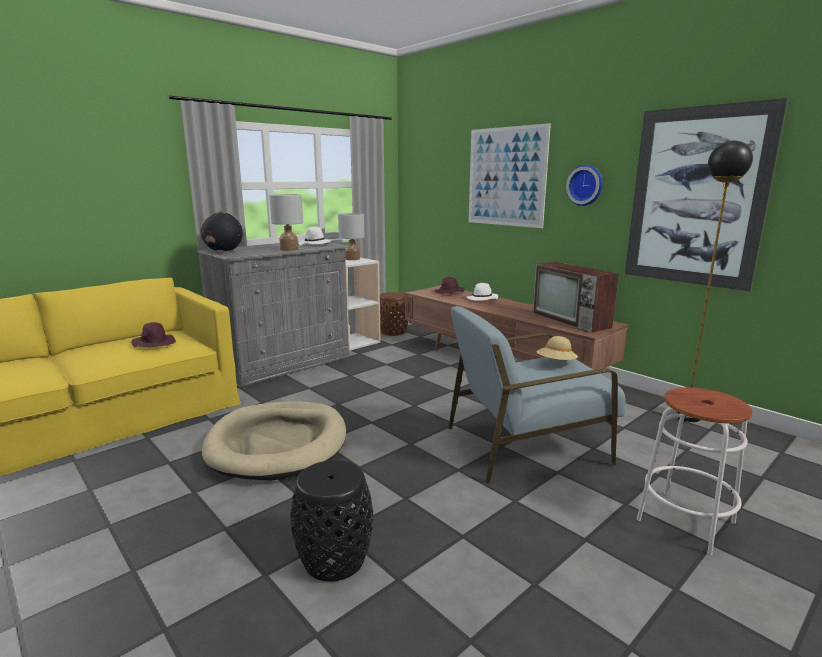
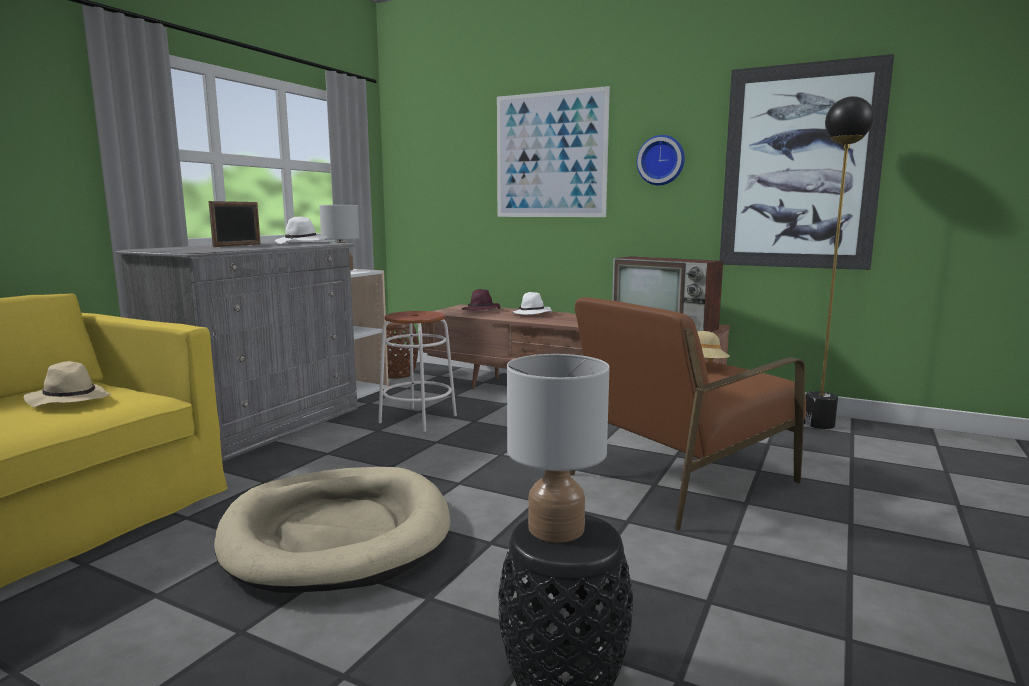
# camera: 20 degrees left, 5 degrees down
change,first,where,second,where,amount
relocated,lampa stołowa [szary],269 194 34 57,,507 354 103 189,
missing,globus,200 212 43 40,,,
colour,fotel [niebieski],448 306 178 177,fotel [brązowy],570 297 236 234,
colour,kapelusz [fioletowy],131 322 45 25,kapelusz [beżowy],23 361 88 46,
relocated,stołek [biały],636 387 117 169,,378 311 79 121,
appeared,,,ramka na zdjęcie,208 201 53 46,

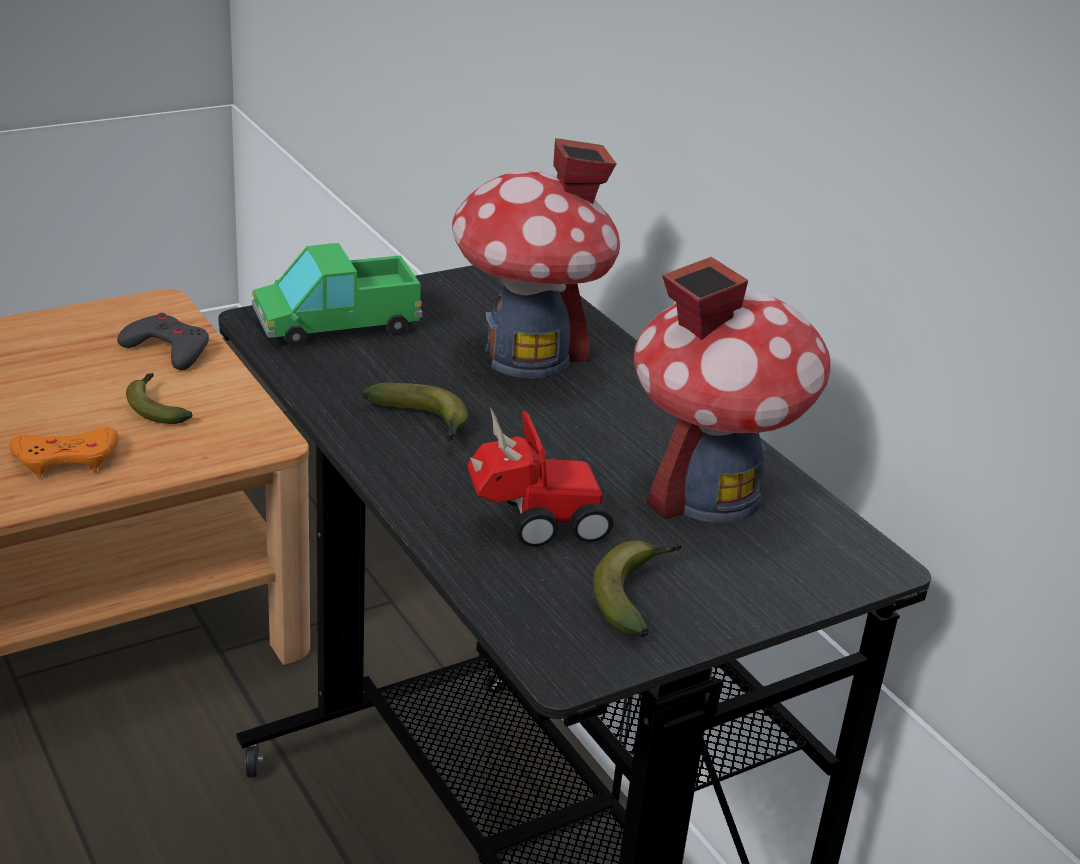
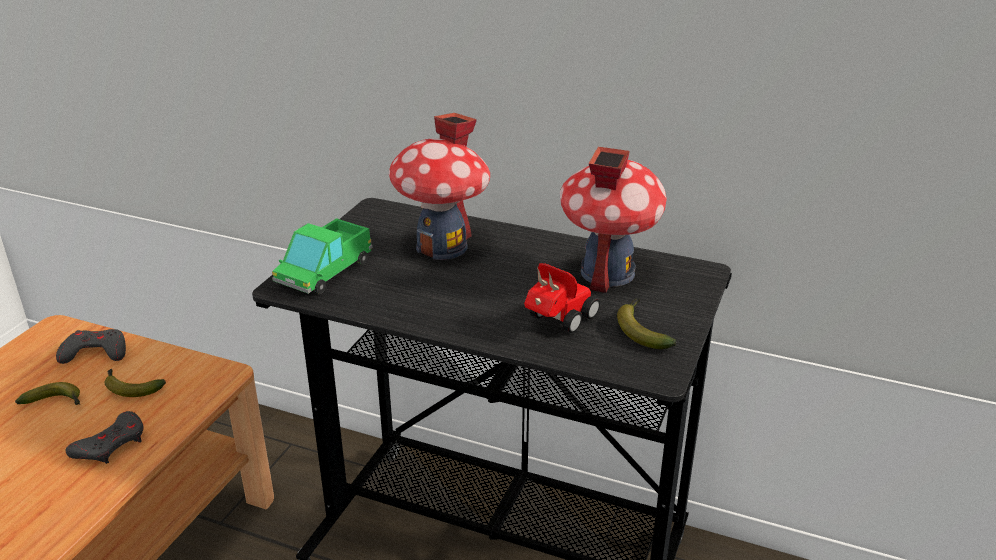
# camera: 35 degrees left, 0 degrees up
change,first,where,second,where,amount
relocated,banan,361 383 107 59,,15 382 65 23,
colour,pad do gier [pomarańczowy],10 427 109 51,pad do gier [szary],65 411 79 53,

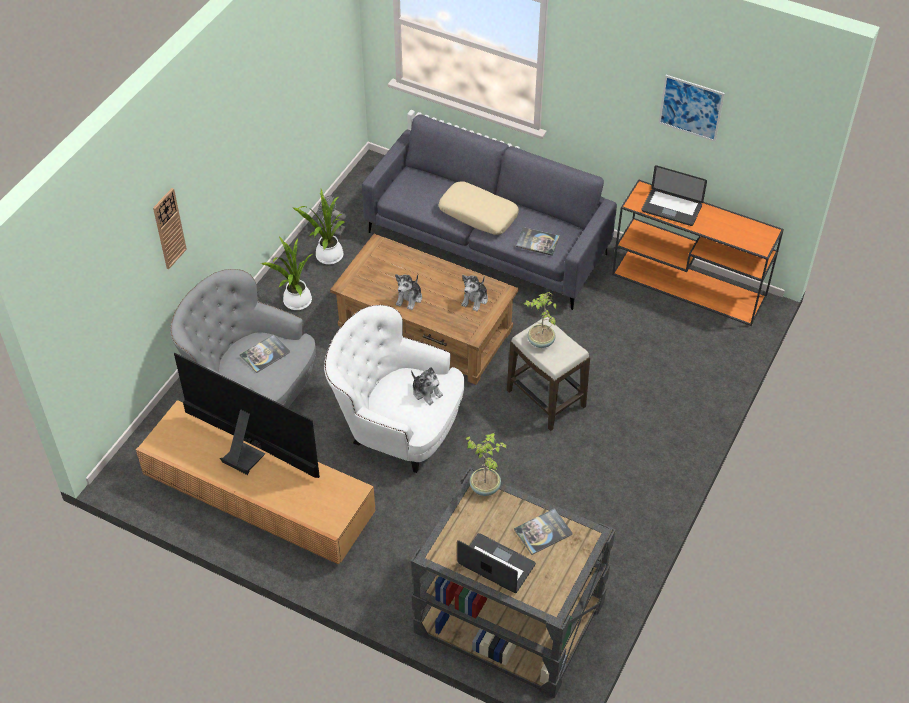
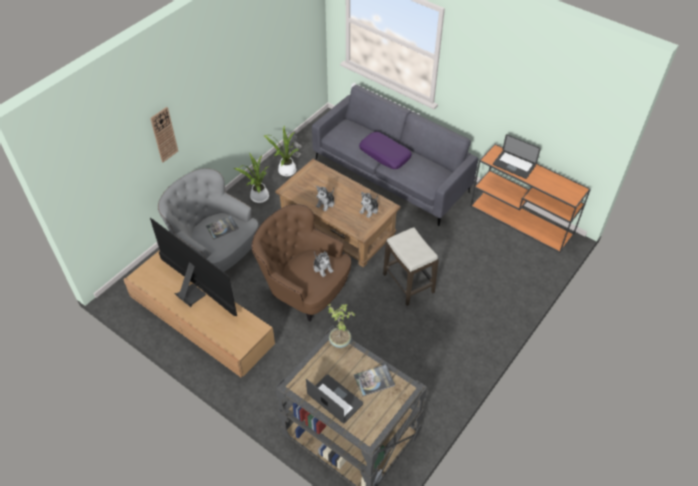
# camera: 10 degrees right, 0 degrees up
change,first,where,second,where,amount
missing,obraz,659 75 66 67,,,
colour,poduszka [beżowy],439 181 80 54,poduszka [fioletowy],359 132 53 37,
missing,książka,516 227 44 29,,,
missing,roślina doniczkowa,524 292 33 56,,,
colour,fotel [biały],324 305 140 168,fotel [brązowy],252 204 99 117,

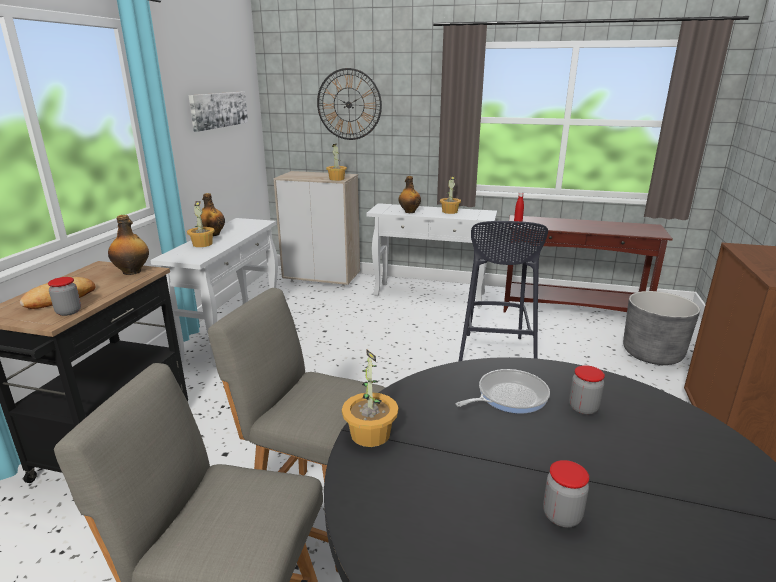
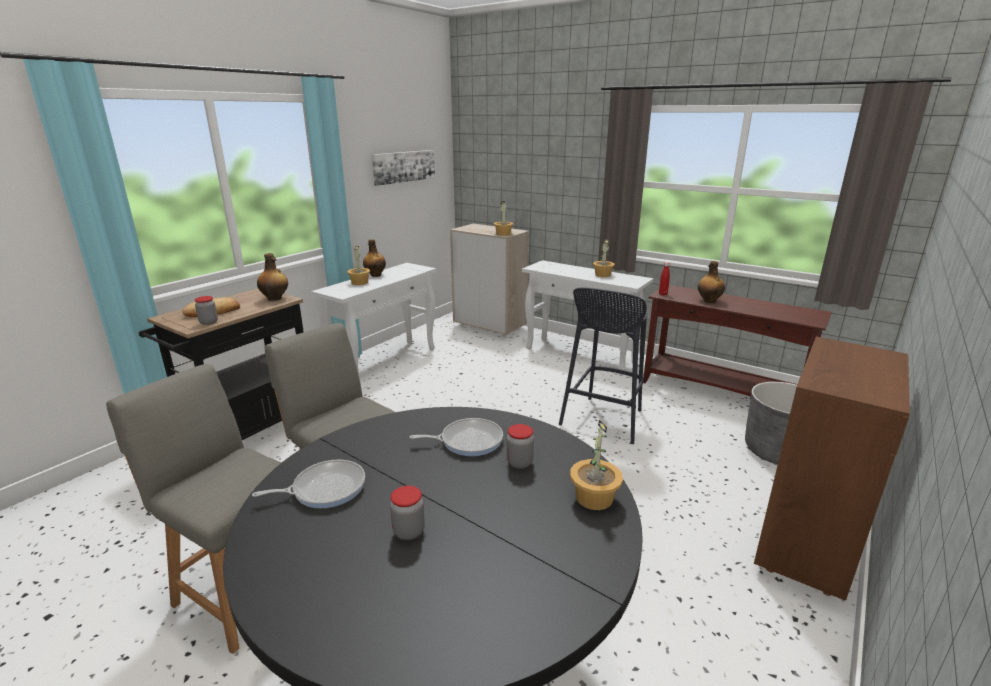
# camera: 20 degrees right, 0 degrees up
change,first,where,second,where,amount
missing,zegar ścienny,317 68 65 72,,,
relocated,butelka,399 176 22 37,,697 261 28 42,
relocated,roślina doniczkowa,342 349 56 98,,570 420 53 90,
appeared,,,patelnia,252 460 113 48,

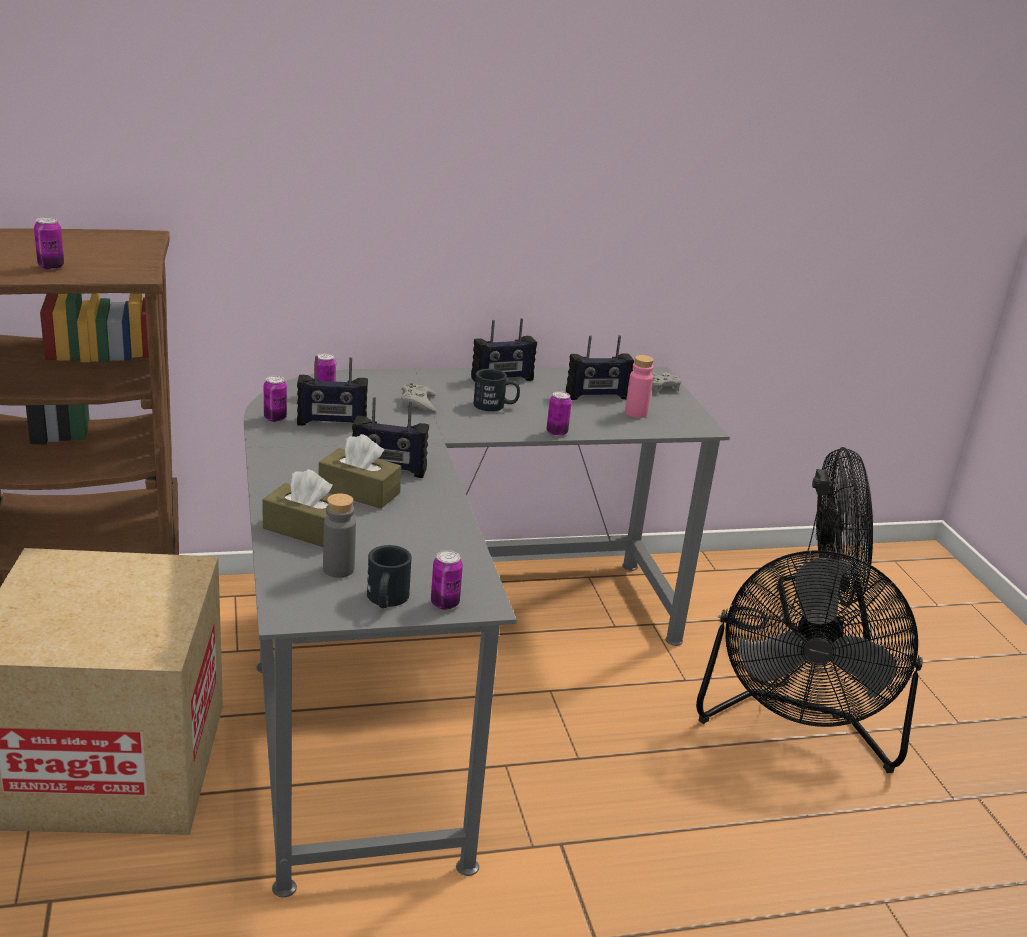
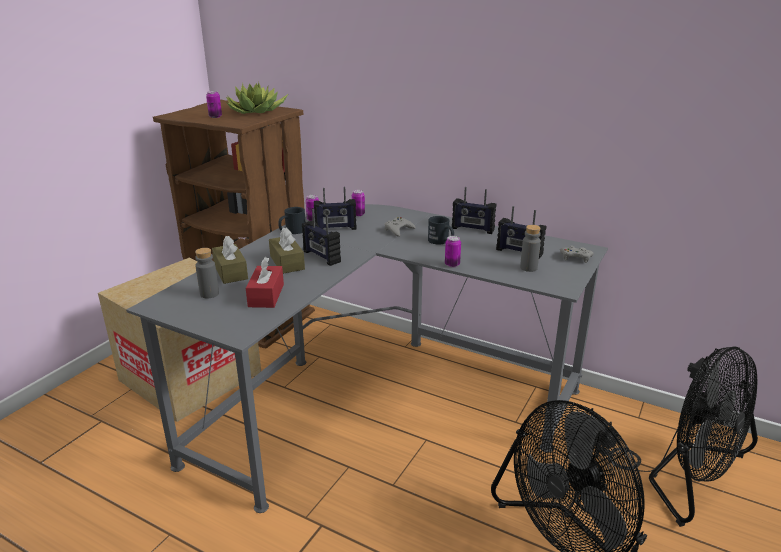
# camera: 45 degrees right, 0 degrees up
change,first,where,second,where,amount
spun,radio,297 355 71 71,,314 187 43 43,45 degrees counterclockwise
colour,butelka [różowy],625 355 29 63,butelka [szary],520 225 21 47,
relocated,kubek [czarny],367 545 45 63,,278 207 27 27,
missing,puszka,431 550 32 60,,,
appeared,,,roślina doniczkowa,226 82 62 32,
appeared,,,pudełko chusteczek [czerwony],246 257 38 51,

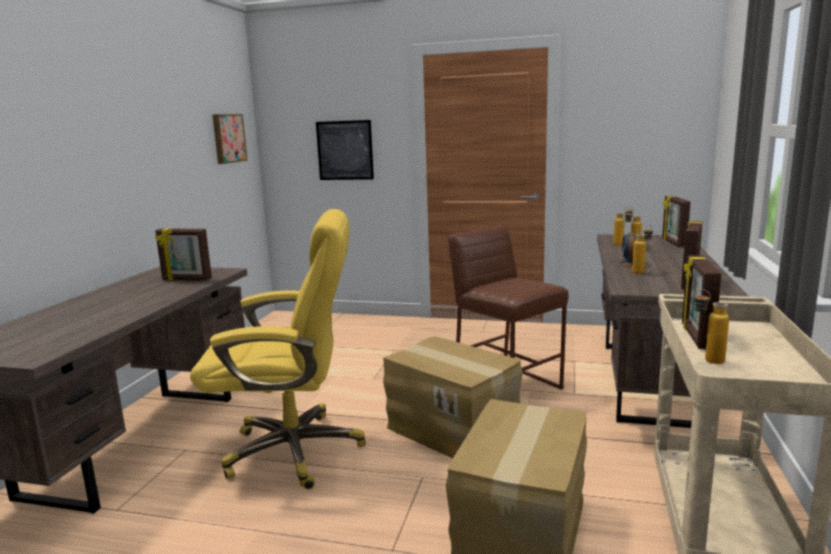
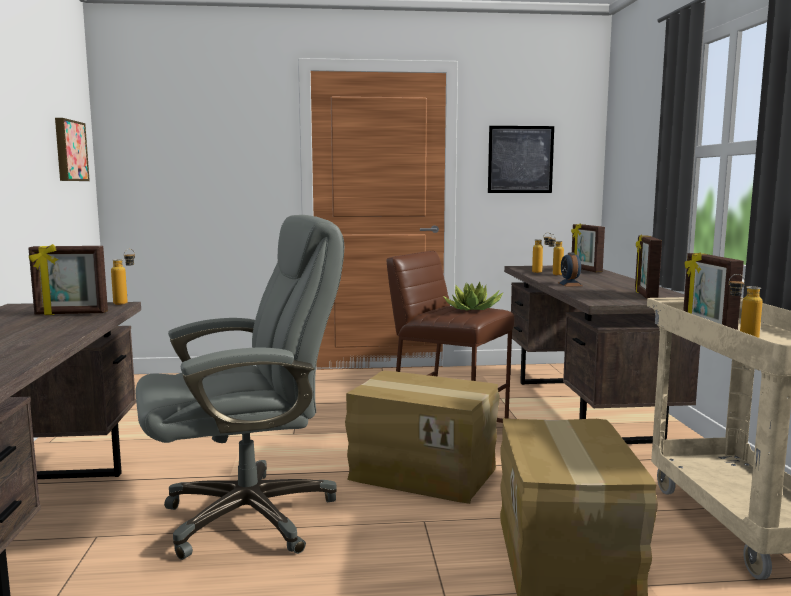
# camera: 20 degrees left, 5 degrees down
change,first,where,second,where,amount
relocated,obraz,316 120 58 60,,488 126 66 67,
colour,krzesło biurowe [żółty],190 209 175 280,krzesło biurowe [szary],136 215 208 345,
relocated,butelka,632 225 21 49,,111 249 24 56,
appeared,,,roślina doniczkowa,443 282 61 29,

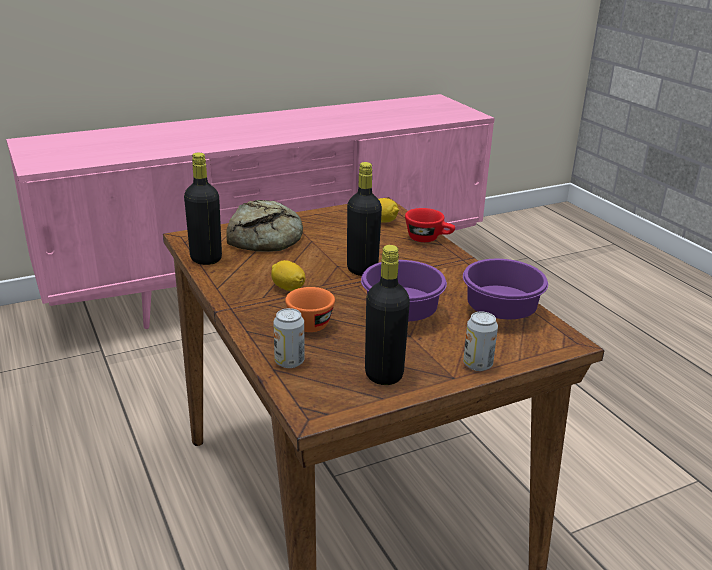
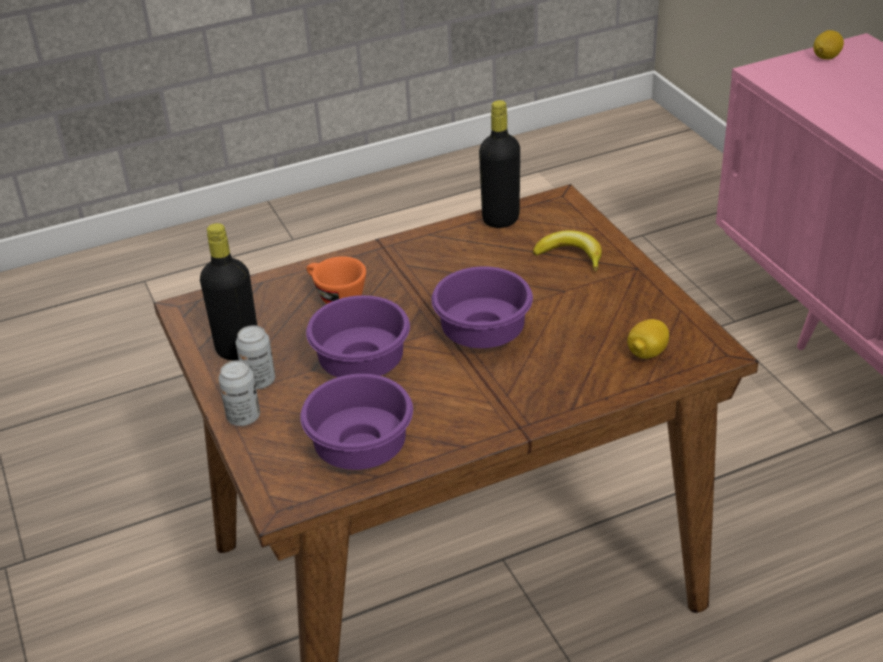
# camera: 95 degrees right, 10 degrees up
change,first,where,second,where,amount
exchanged,butelka [czarny],347 162 35 114,miska [fioletowy],431 266 102 82,
exchanged,chleb,226 200 77 52,banan,533 230 69 42,
missing,filiżanka [czerwony],405 208 50 34,,,
relocated,cytryna,271 260 34 31,,814 30 30 30,
relocated,puszka,274 308 31 60,,236 325 39 64,

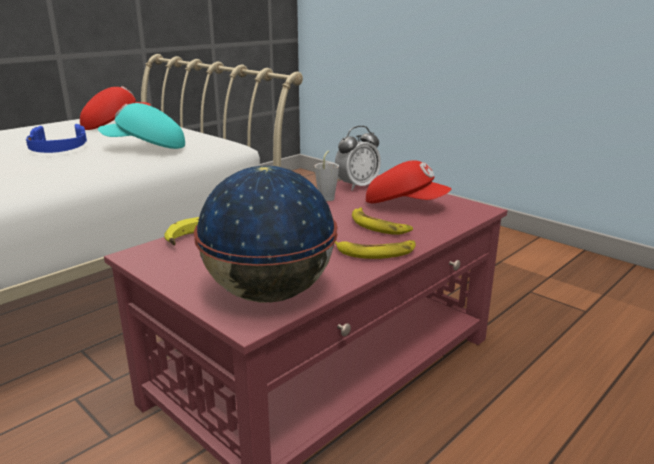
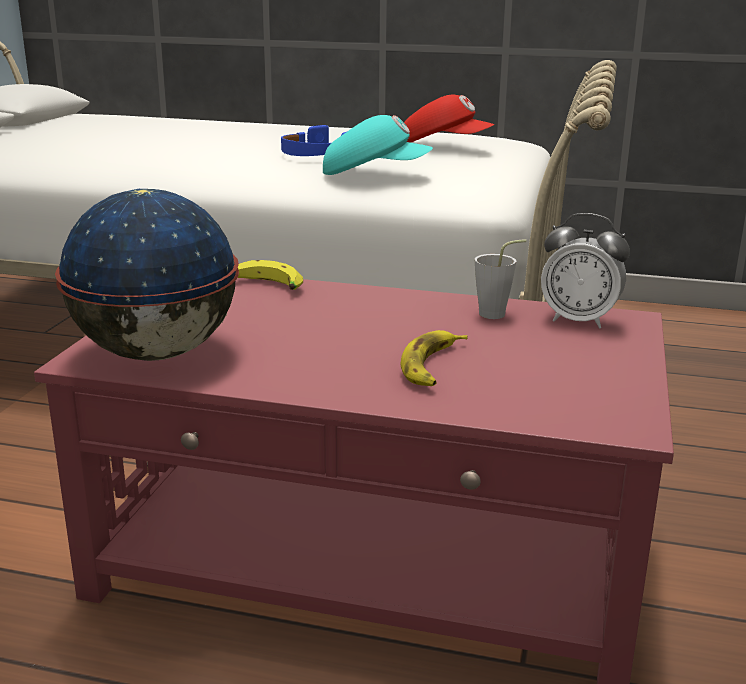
# camera: 60 degrees right, 0 degrees up
change,first,where,second,where,amount
spun,czapka z daszkiem [turkusowy],98 103 87 46,,323 115 110 60,135 degrees clockwise
missing,czapka z daszkiem [czerwony],366 160 86 43,,,
missing,banan,335 240 81 19,,,

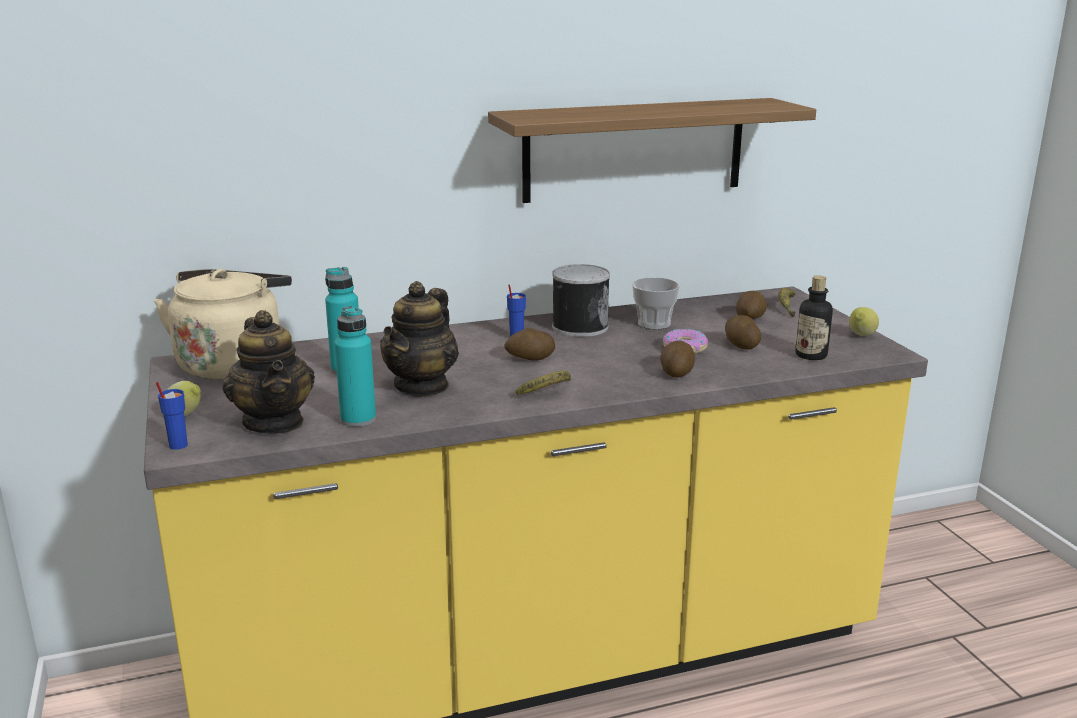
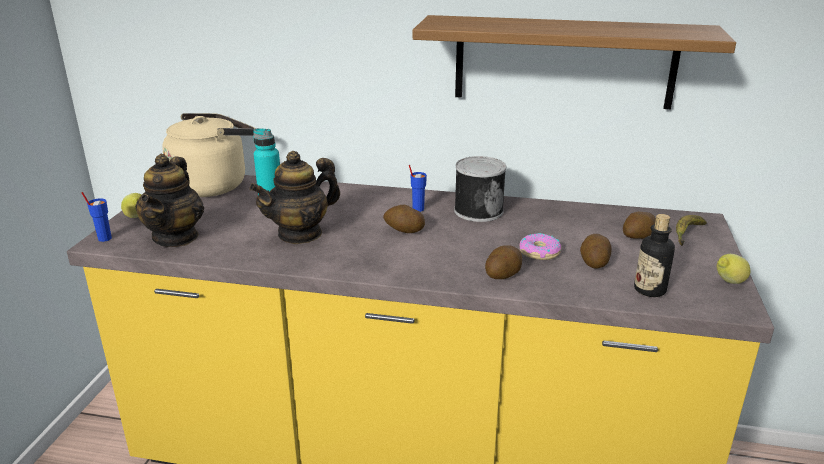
# camera: 30 degrees right, 5 degrees up
change,first,where,second,where,amount
missing,filiżanka,632 277 48 52,,,
missing,butelka [turkusowy],334 306 42 121,,,
missing,banan,515 371 56 24,,,

